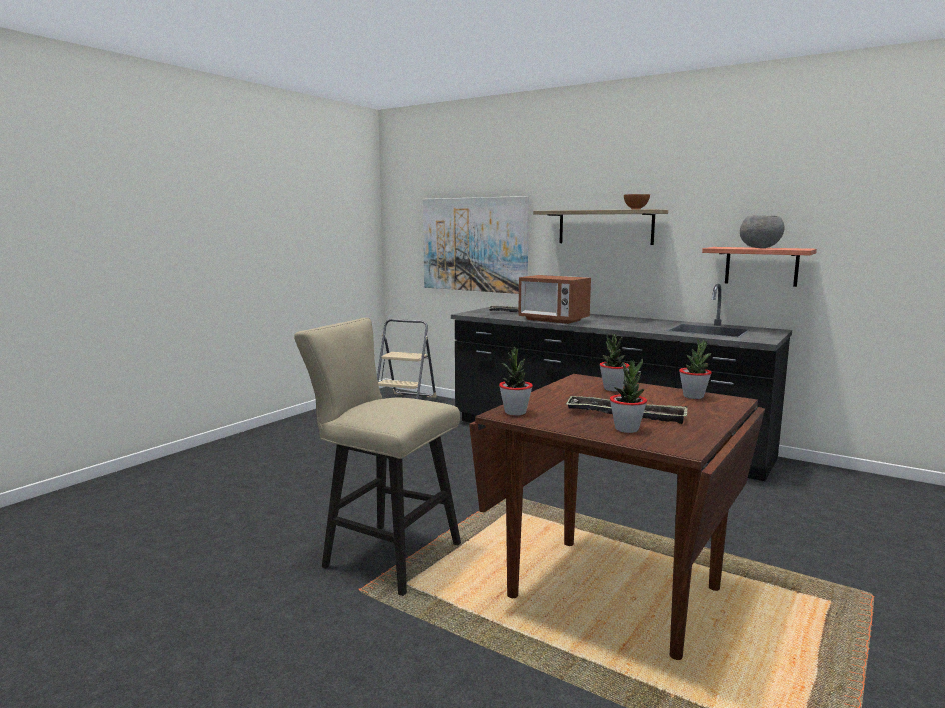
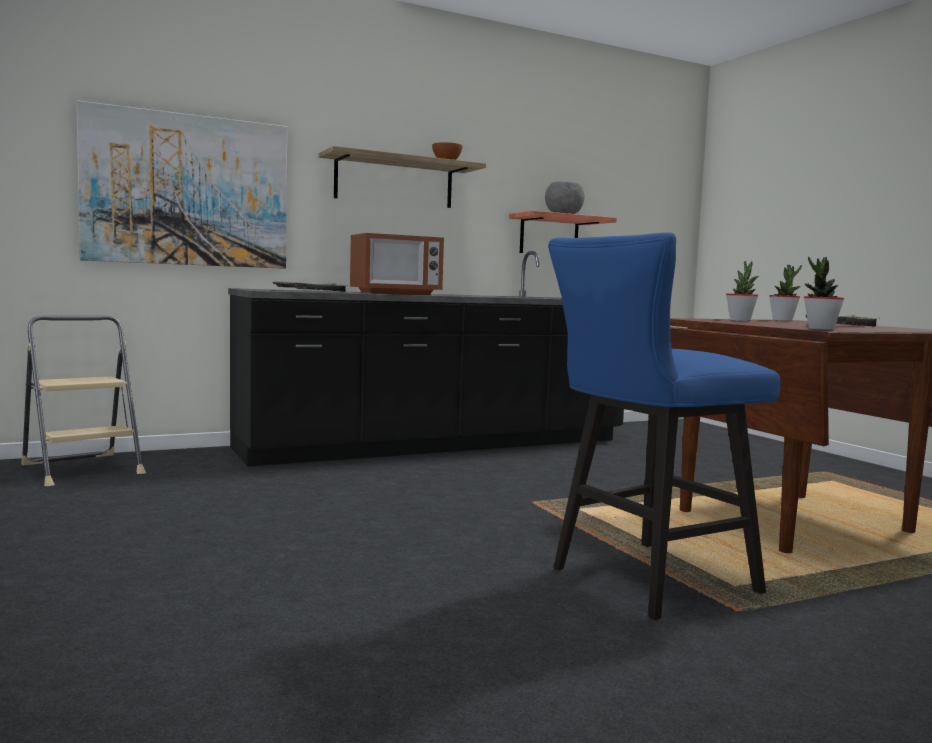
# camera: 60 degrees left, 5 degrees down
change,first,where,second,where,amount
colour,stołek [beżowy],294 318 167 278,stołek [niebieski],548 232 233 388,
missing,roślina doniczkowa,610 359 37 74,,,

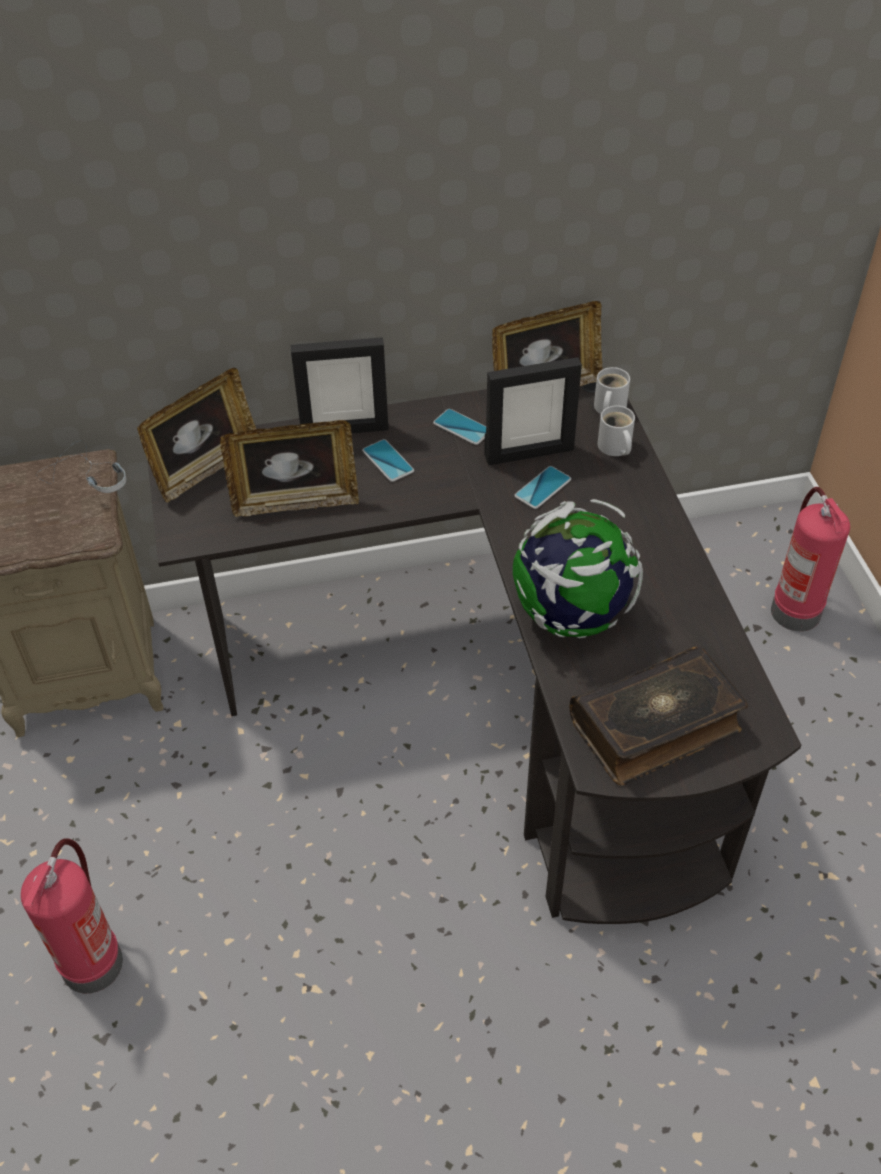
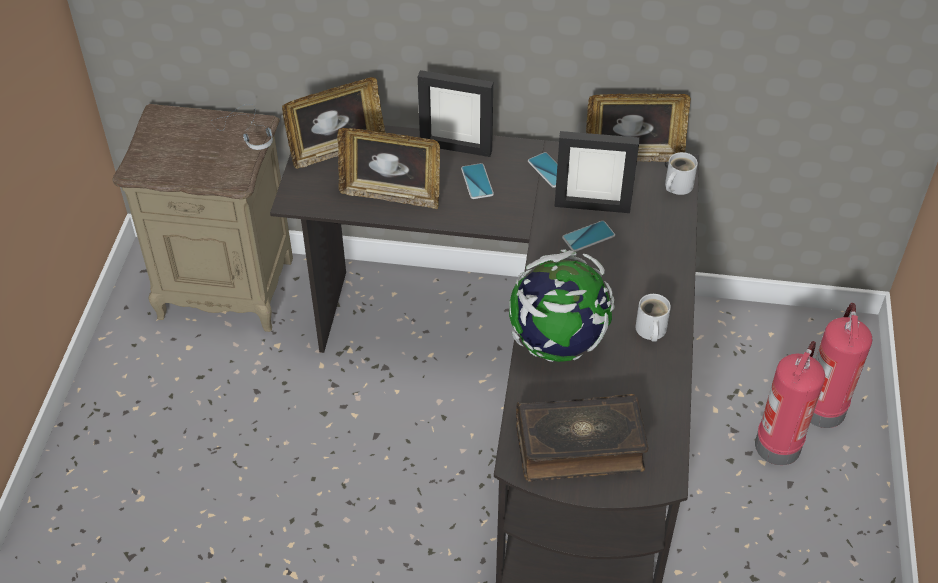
# camera: 20 degrees right, 0 degrees up
change,first,where,second,where,amount
relocated,kubek [biały],598 405 37 51,,636 294 35 47,
relocated,gaśnica,21 838 102 156,,755 341 70 124,

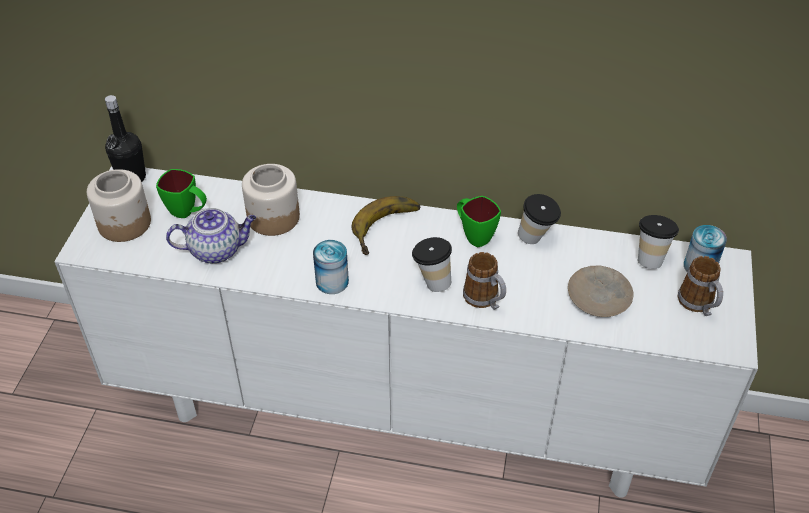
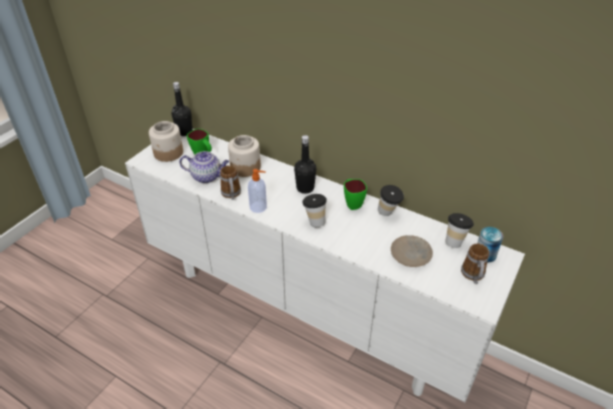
# camera: 20 degrees right, 5 degrees down
change,first,where,second,where,amount
exchanged,banan,352 196 68 59,butelka [czarny],294 135 22 59,
exchanged,puszka,313 240 36 54,dozownik mydła,248 169 19 44,
relocated,kubek,463 252 43 58,,220 165 21 35,

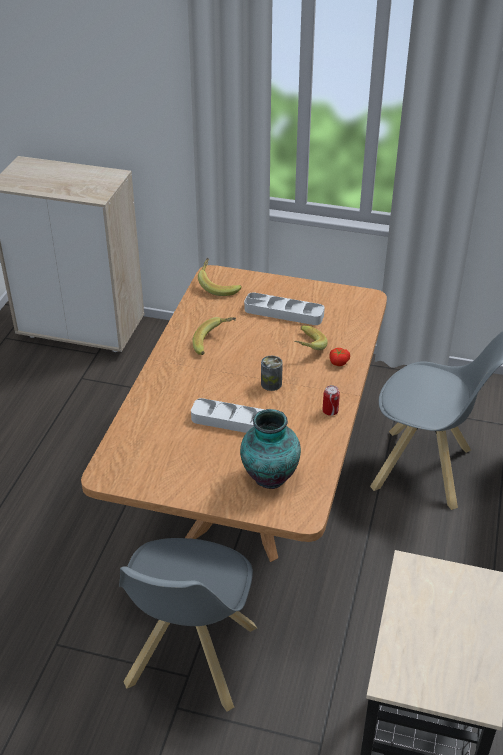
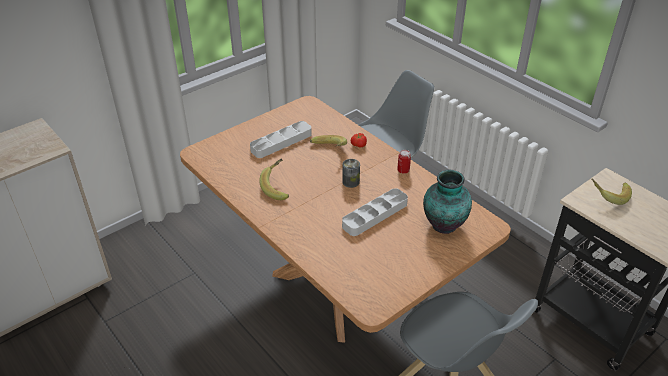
# camera: 55 degrees left, 0 degrees up
change,first,where,second,where,amount
relocated,banan,198 258 44 38,,591 179 41 26,

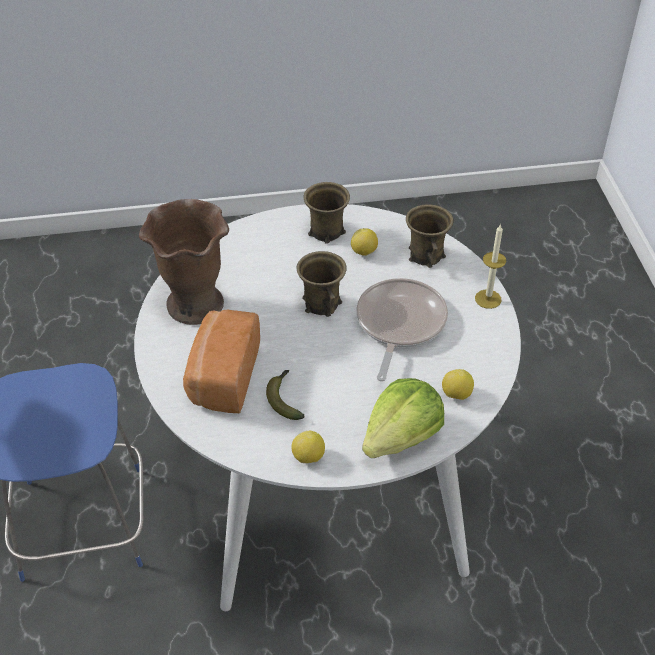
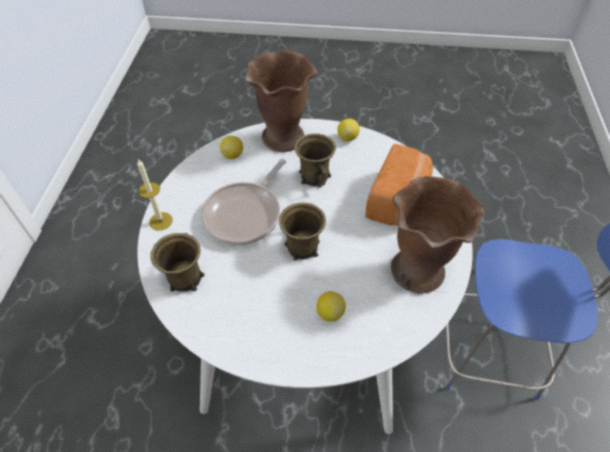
# camera: 165 degrees left, 5 degrees up
change,first,where,second,where,amount
relocated,kubek [brązowy],304 182 46 62,,294 133 42 55,
relocated,cytryna,351 228 27 28,,316 291 30 31,
missing,banan,266 370 39 50,,,
exchanged,sałata,362 378 82 80,wazon [brązowy],245 51 72 101,

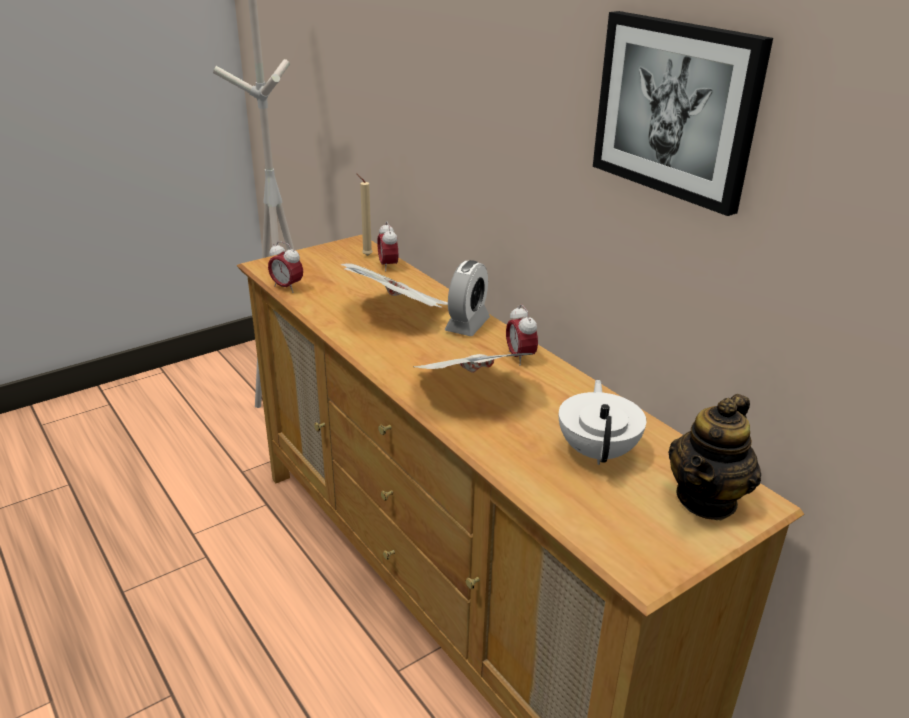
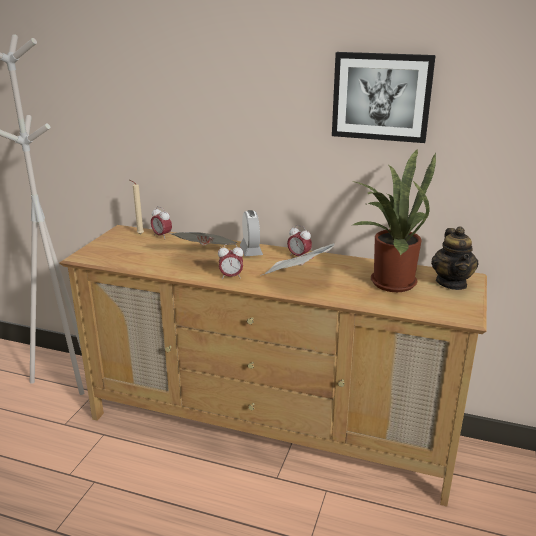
# camera: 35 degrees left, 5 degrees down
change,first,where,second,where,amount
relocated,budzik,268 241 35 52,,218 244 25 35,
exchanged,imbryk [biały],559 380 87 85,roślina doniczkowa,351 149 85 143,

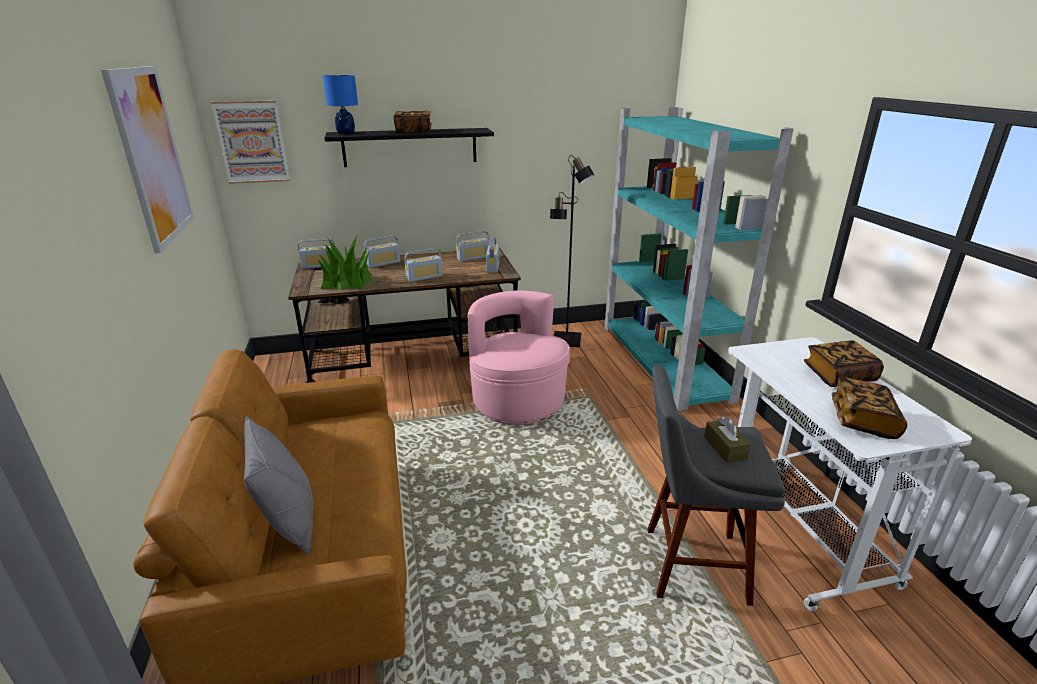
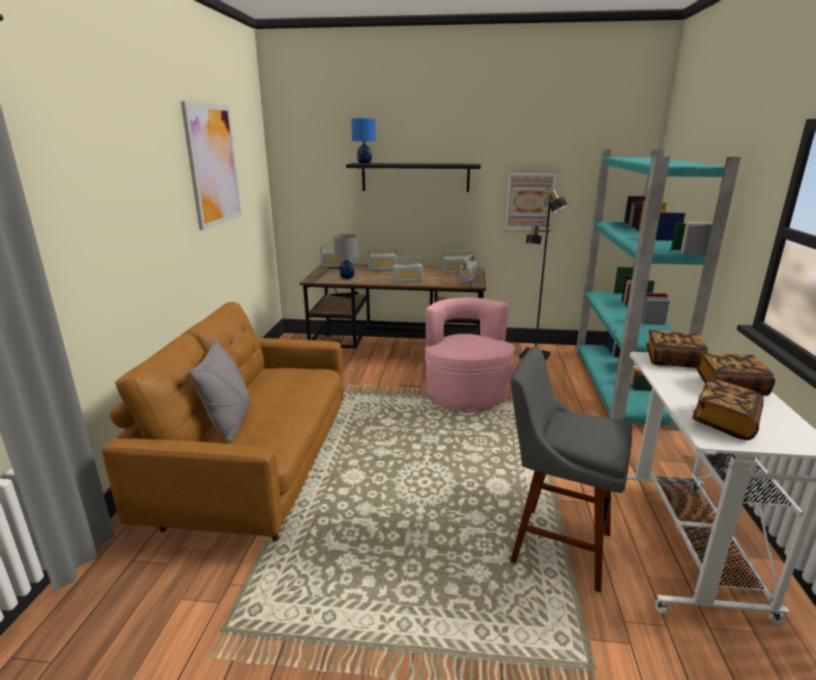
# camera: 20 degrees right, 5 degrees down
change,first,where,second,where,amount
relocated,obraz,211 100 79 84,,505 170 51 62,
relocated,książka,394 111 38 22,,646 330 63 38,
exchanged,roślina doniczkowa,318 236 55 54,lampa stołowa [szary],333 234 25 45,
missing,pudełko chusteczek [brązowy],704 417 47 46,,,

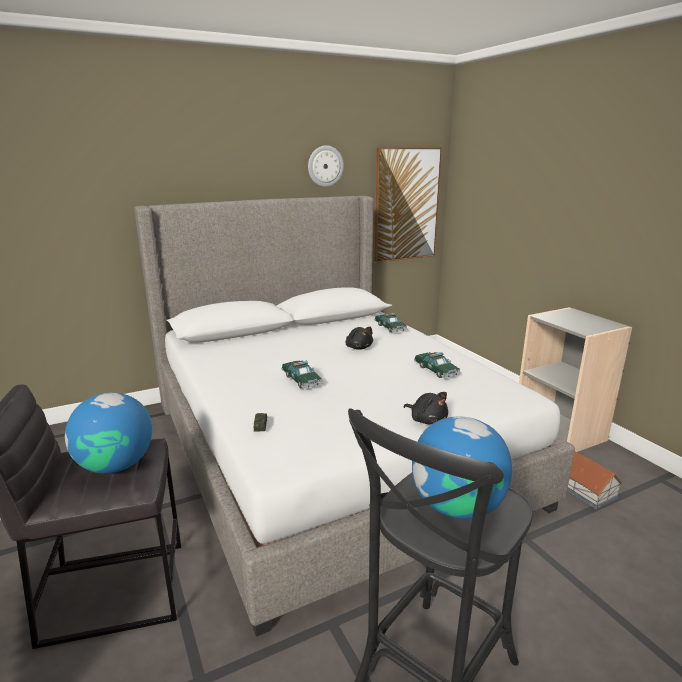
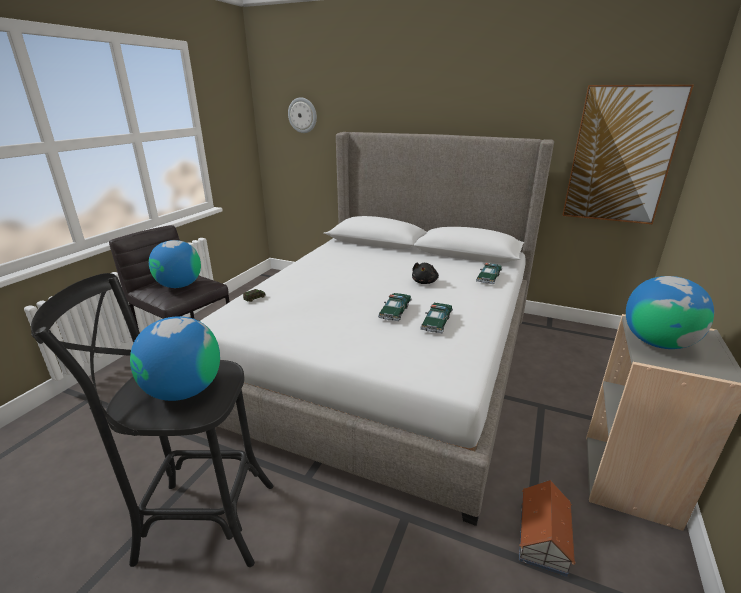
# camera: 50 degrees right, 5 degrees up
change,first,where,second,where,amount
relocated,zegar ścienny,308 145 36 42,,288 97 29 36,
relocated,samochodzik,281 360 42 29,,378 293 34 28,
missing,pluszak [czarny],404 392 44 32,,,
appeared,,,globus,626 276 88 73,

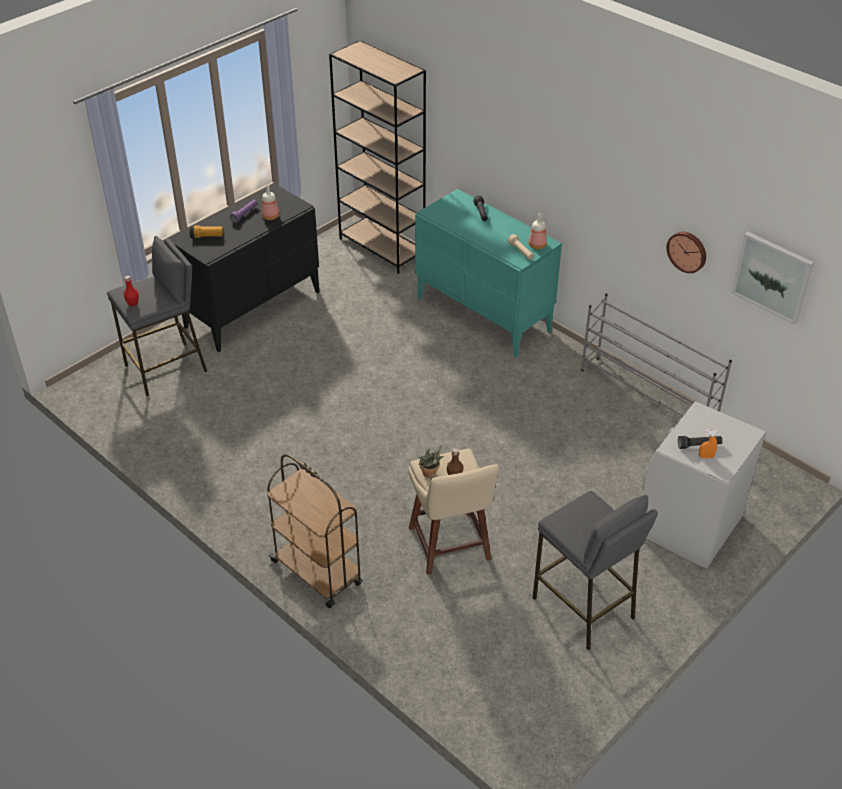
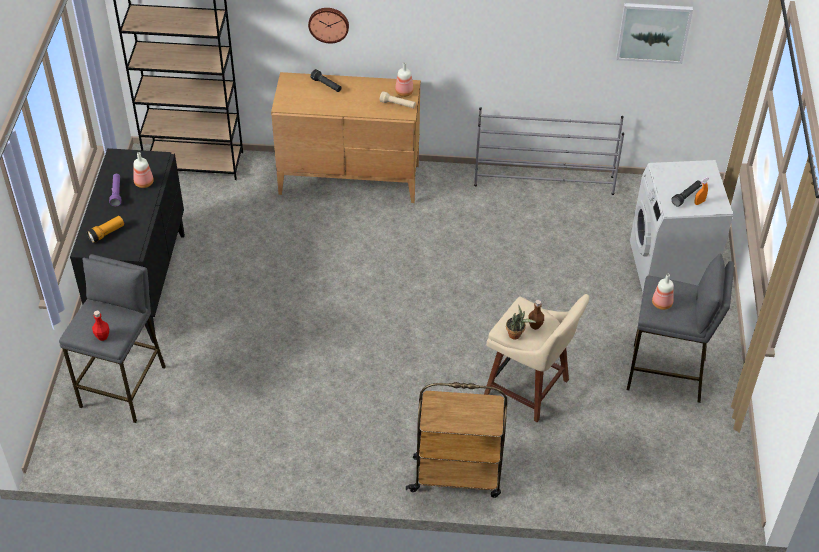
# camera: 40 degrees left, 5 degrees up
change,first,where,second,where,amount
colour,szafka [turkusowy],415 189 147 168,szafka [brązowy],271 72 150 131,
relocated,zegar ścienny,666 232 40 41,,308 8 41 36,
appeared,,,butelka,652 274 22 36,

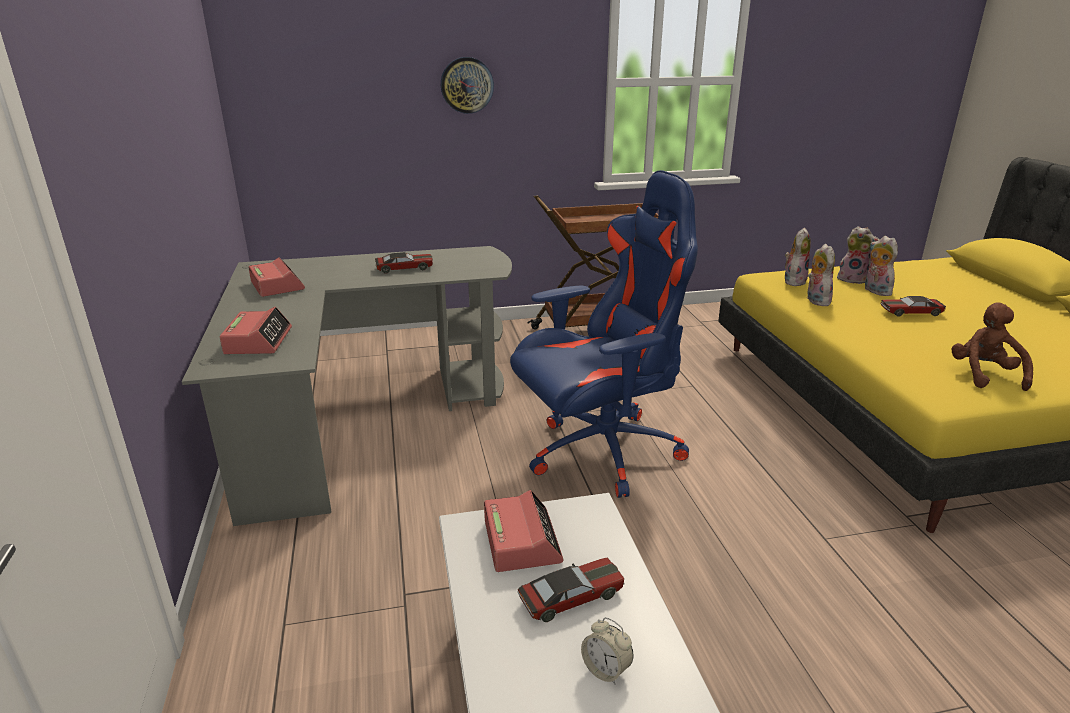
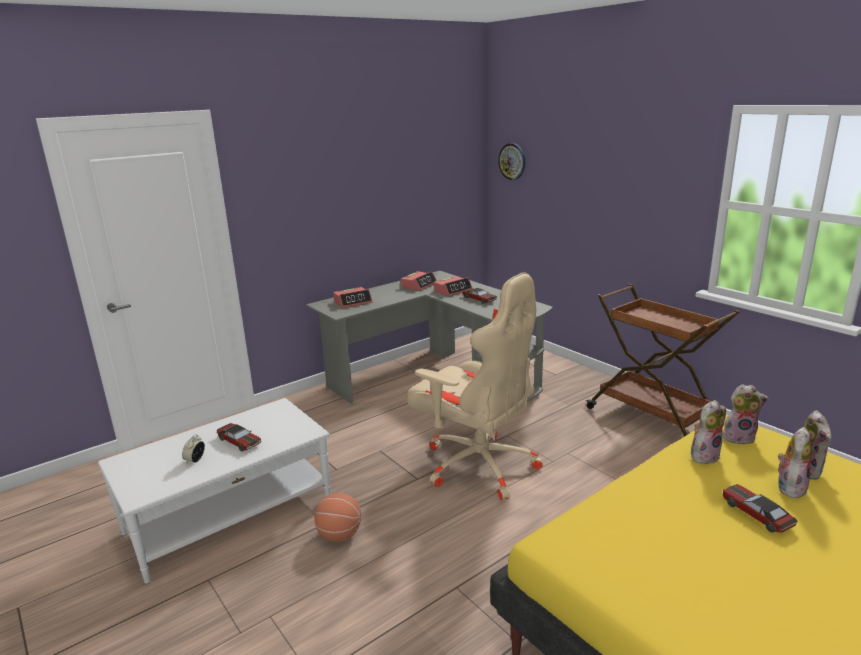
# camera: 65 degrees right, 5 degrees down
change,first,where,second,where,amount
relocated,zegar ścienny,441 57 53 57,,498 143 27 37,
colour,krzesło biurowe [niebieski],510 170 188 328,krzesło biurowe [beżowy],407 272 136 228,
missing,pluszak [brązowy],951 302 82 89,,,
relocated,budzik,484 490 80 82,,434 276 38 20,
appeared,,,piłka do koszykówki,315 493 46 49,

